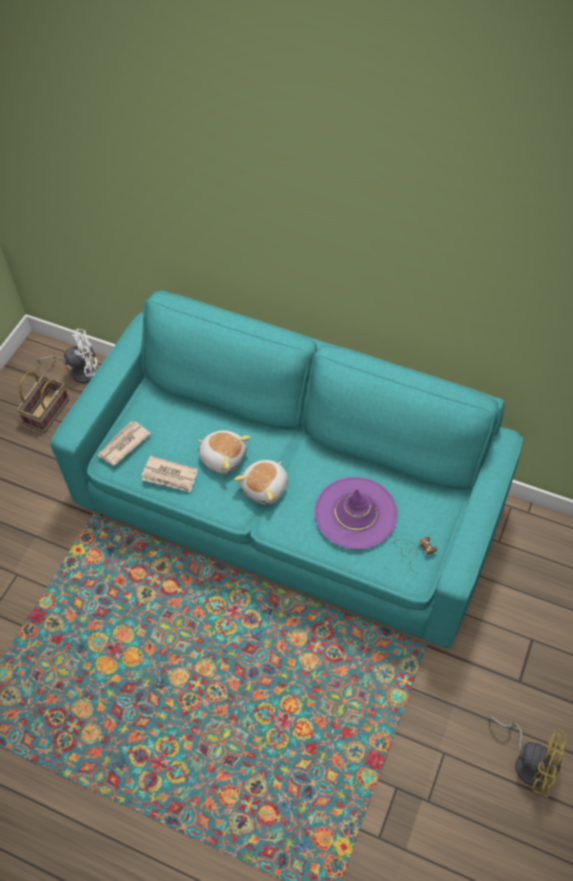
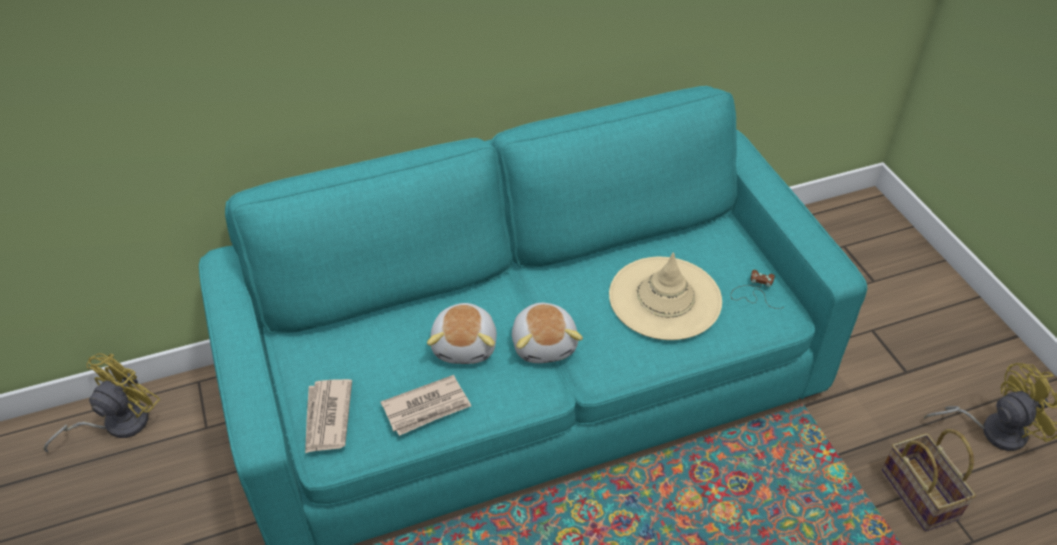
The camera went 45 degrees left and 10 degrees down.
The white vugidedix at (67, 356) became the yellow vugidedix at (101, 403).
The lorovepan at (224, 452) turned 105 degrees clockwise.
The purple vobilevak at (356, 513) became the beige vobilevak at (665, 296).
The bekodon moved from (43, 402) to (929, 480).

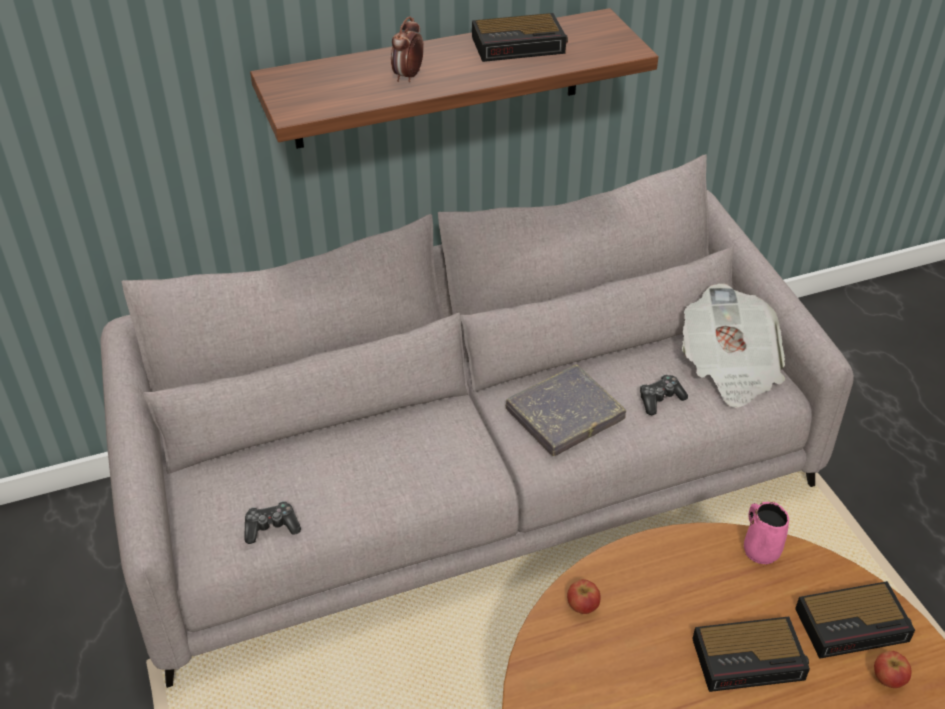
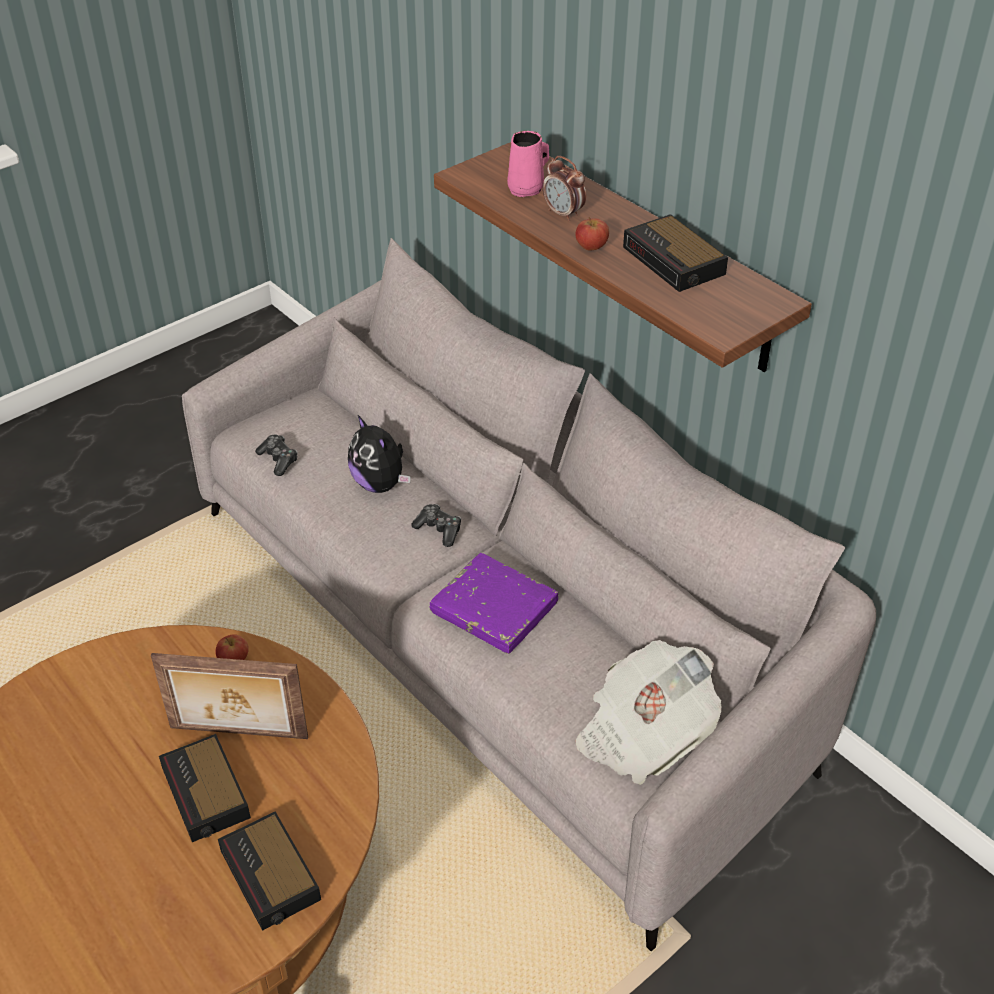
The camera went 70 degrees right and 0 degrees up.
The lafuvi at (229, 696) appeared.
The lorovepan at (379, 454) appeared.
The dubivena moved from (664, 395) to (436, 525).
The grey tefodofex at (566, 410) became the purple tefodofex at (494, 603).
The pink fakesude moved from (766, 533) to (528, 164).
The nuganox at (407, 49) turned 135 degrees counterclockwise.
The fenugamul moved from (892, 669) to (592, 234).

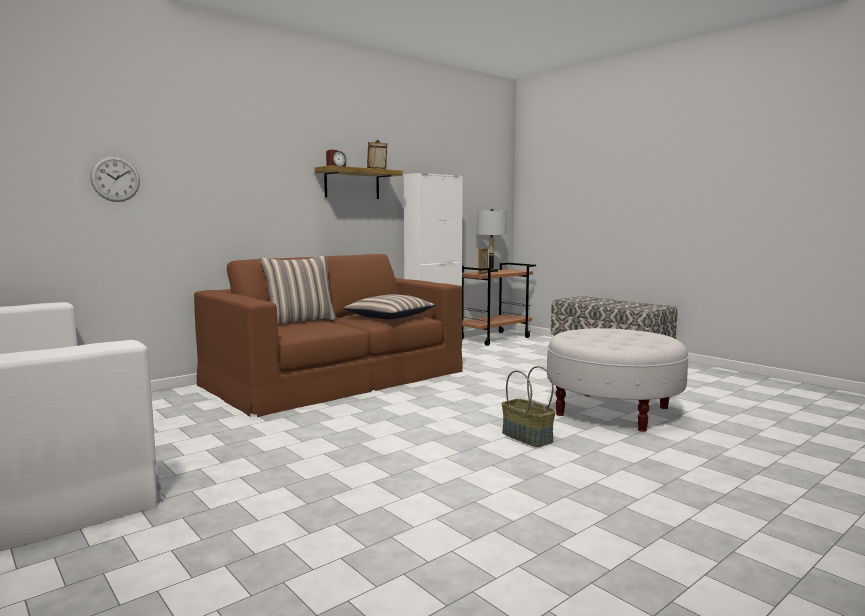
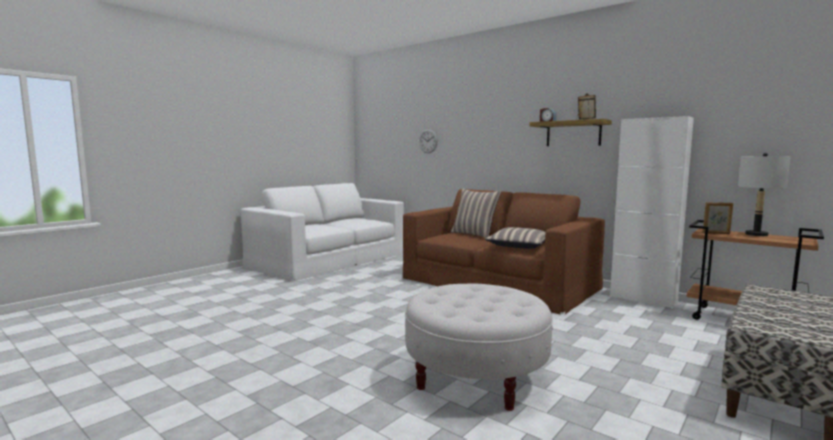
The camera went 80 degrees right and 0 degrees up.
The bekodon at (528, 406) disappeared.

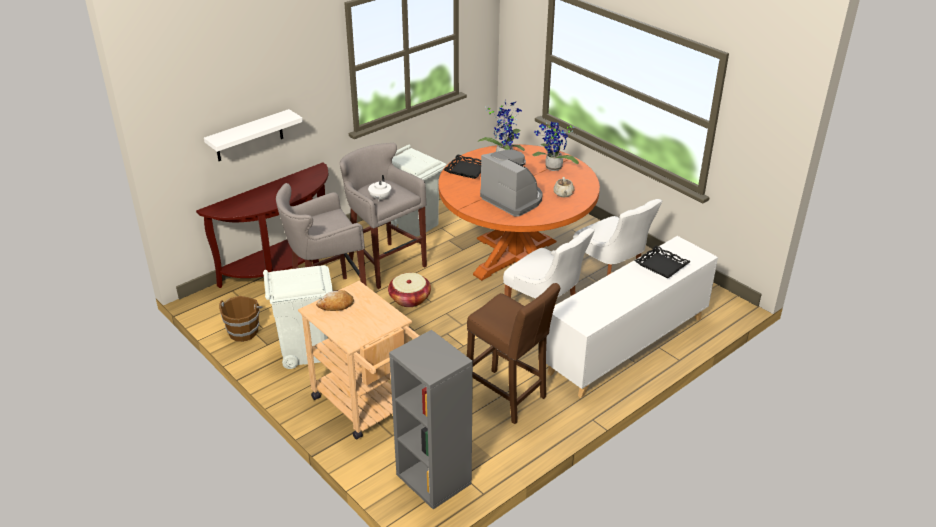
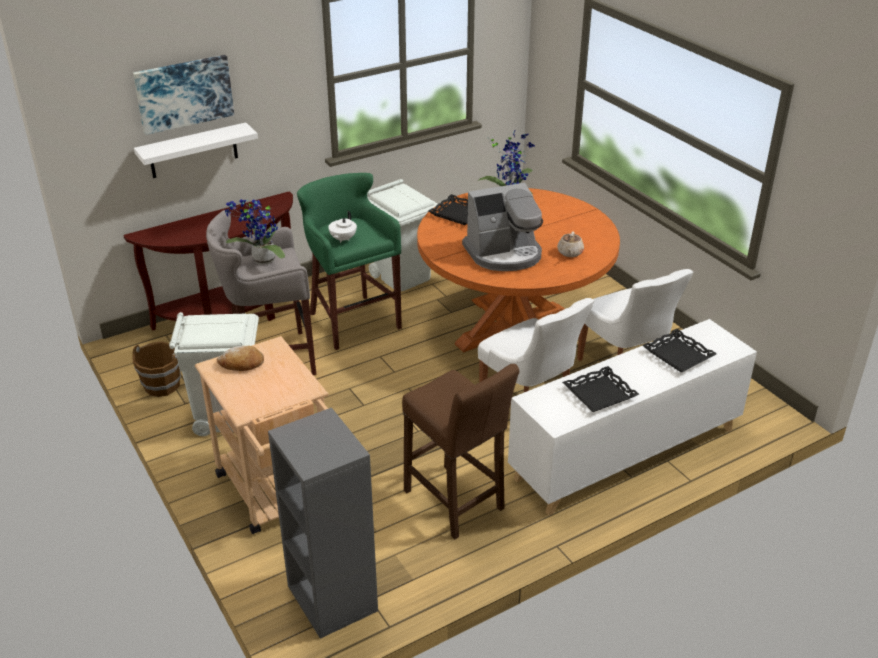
The camera went 10 degrees right and 0 degrees up.
The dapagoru at (183, 95) appeared.
The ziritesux moved from (555, 146) to (255, 231).
The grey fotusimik at (383, 216) became the green fotusimik at (349, 261).
The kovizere at (511, 183) turned 105 degrees clockwise.
The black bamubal at (600, 389) appeared.
The bekodon at (409, 290) disappeared.

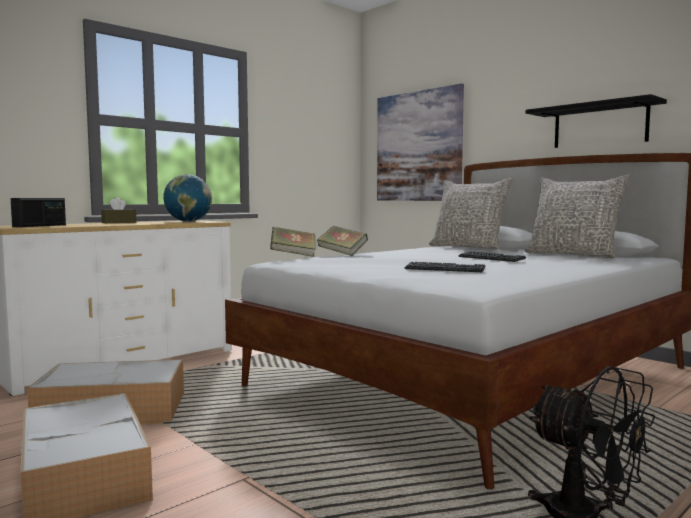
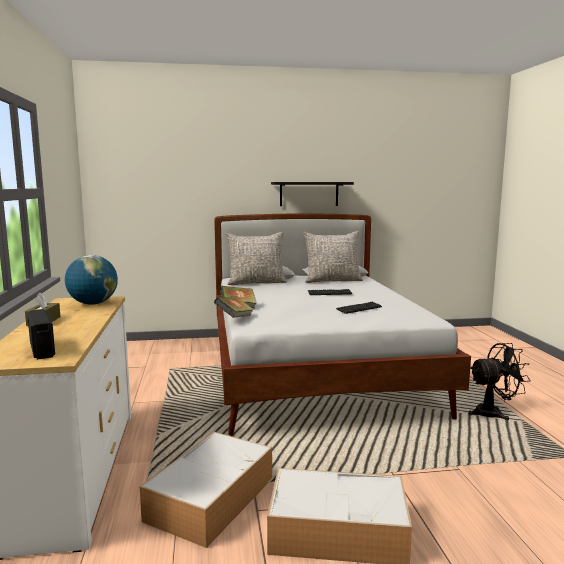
The camera went 55 degrees left and 5 degrees up.
The dapagoru at (420, 142) disappeared.

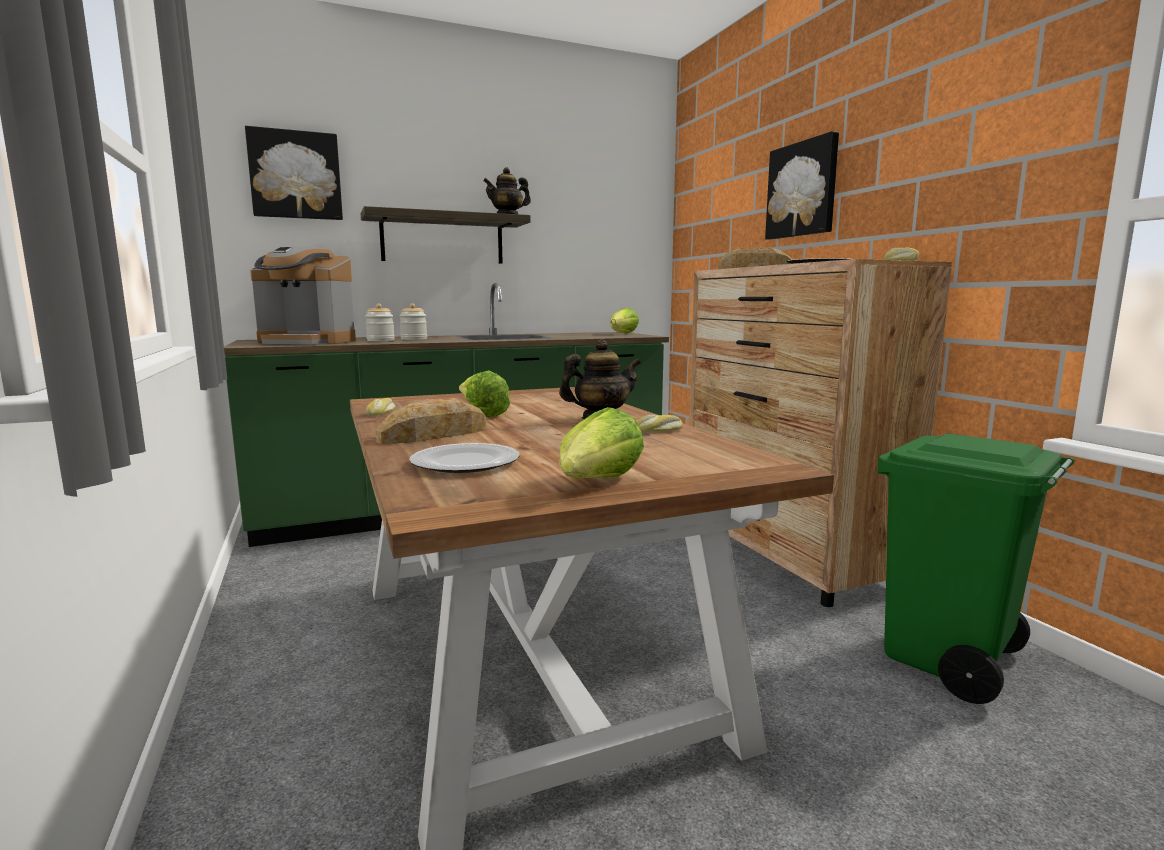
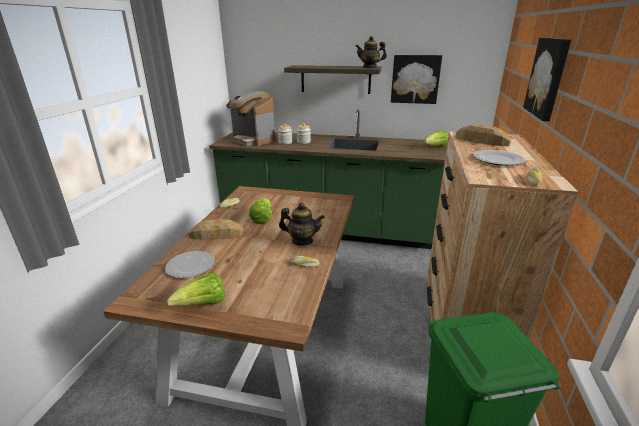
The camera went 35 degrees right and 15 degrees up.
The dapagoru moved from (294, 173) to (416, 79).

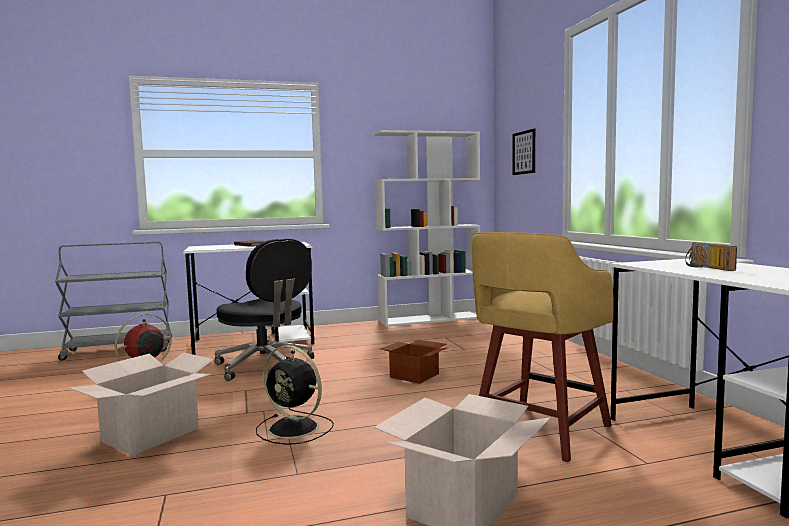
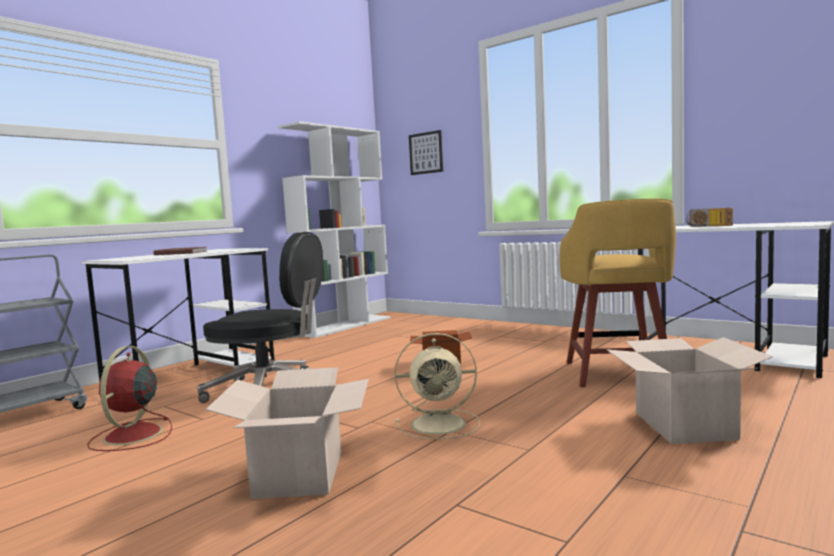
The camera went 35 degrees left and 0 degrees up.
The black vugidedix at (295, 395) became the beige vugidedix at (437, 386).

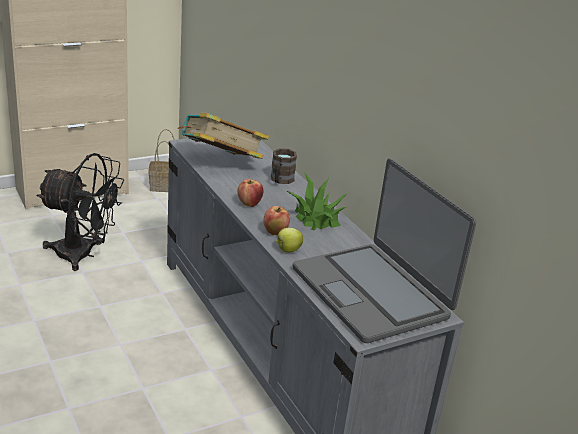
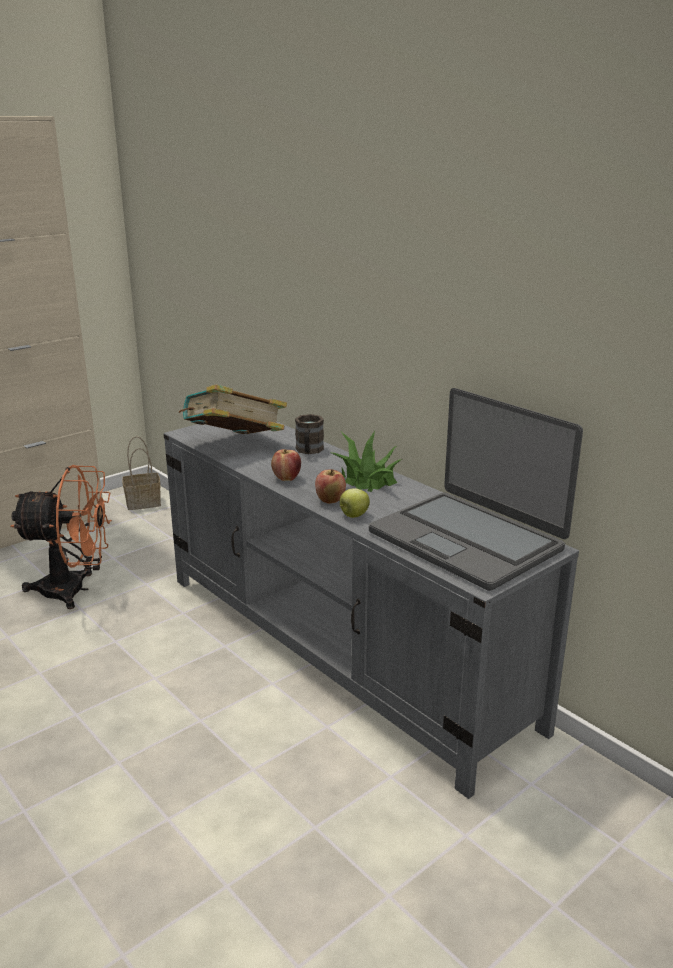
The camera went 10 degrees left and 5 degrees down.
The black vugidedix at (80, 212) became the orange vugidedix at (61, 537).

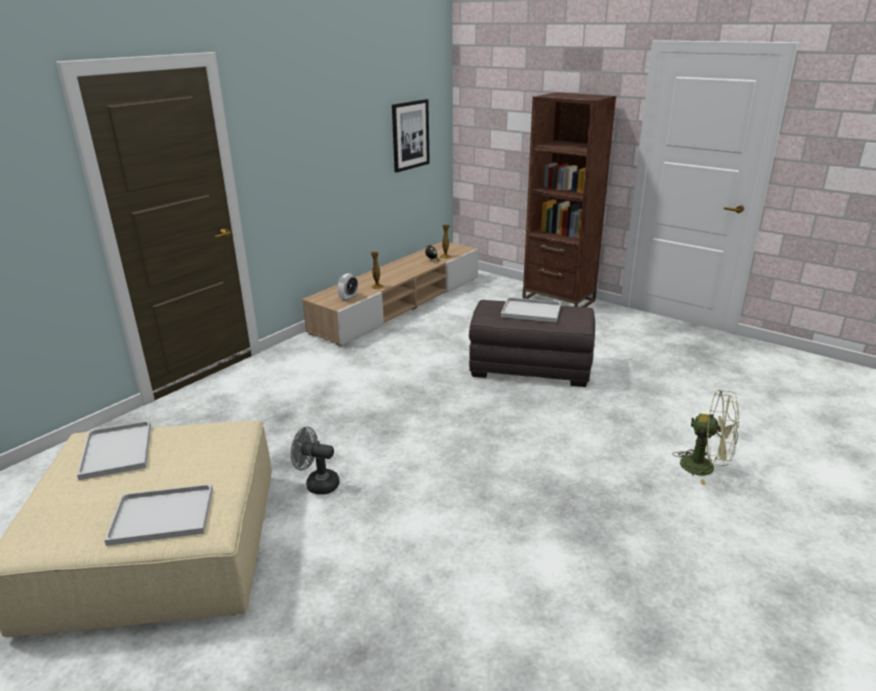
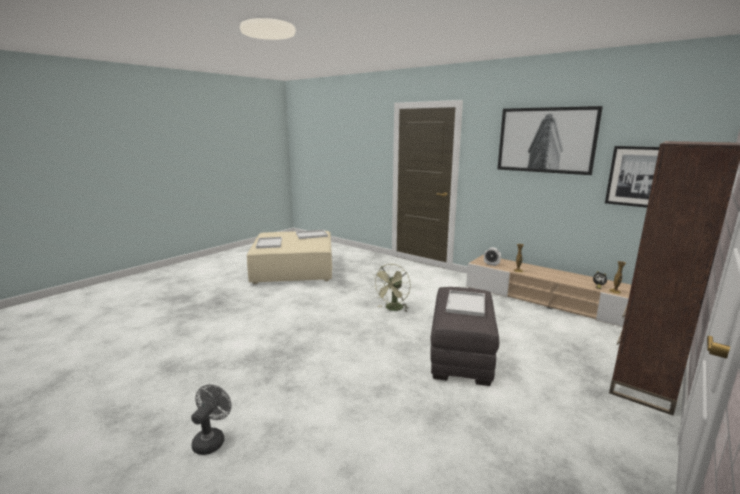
The camera went 90 degrees right and 10 degrees down.
The grey vugidedix moved from (315, 461) to (211, 419).
The green vugidedix moved from (706, 437) to (391, 287).
The dapagoru at (550, 140) appeared.

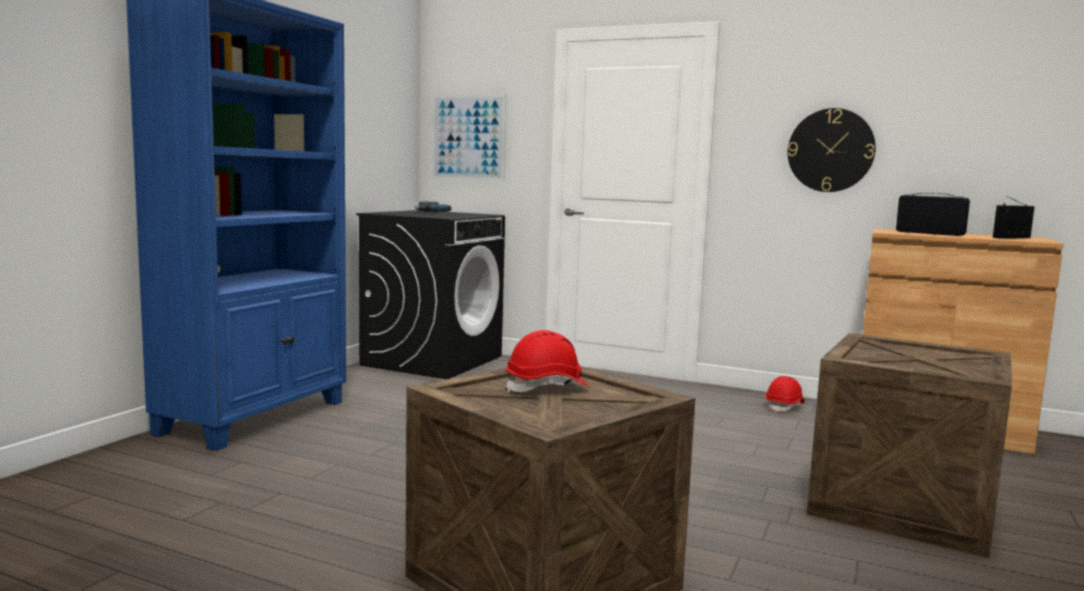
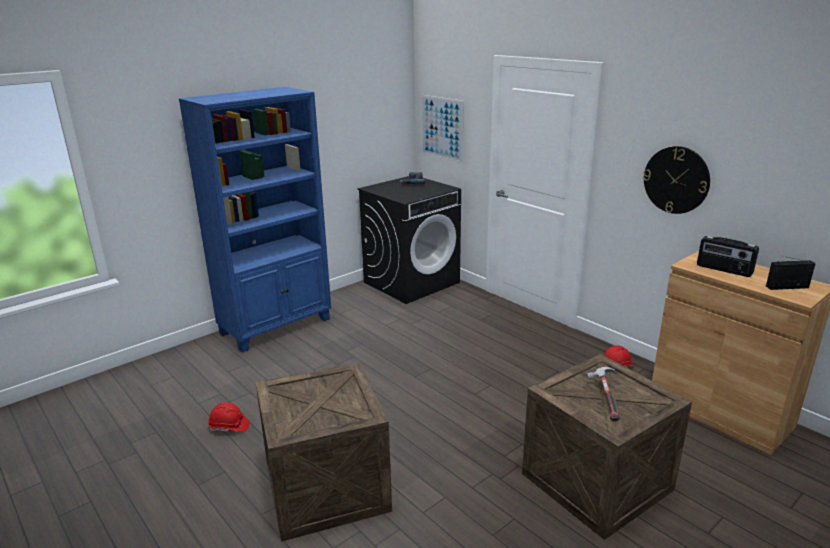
The camera went 25 degrees right and 15 degrees up.
The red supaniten moved from (548, 361) to (229, 417).
The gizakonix at (604, 394) appeared.
The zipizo at (933, 214) turned 150 degrees clockwise.

